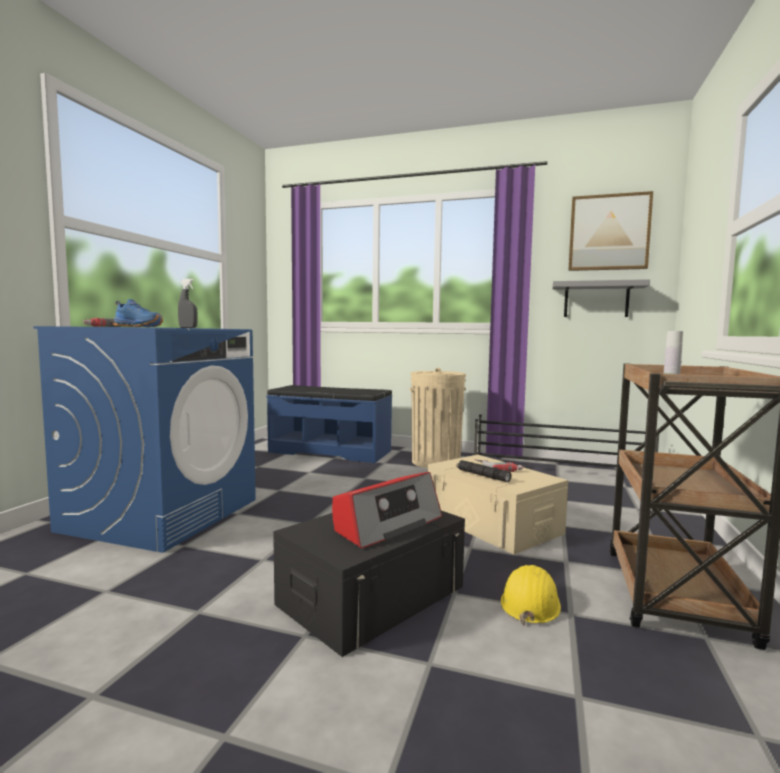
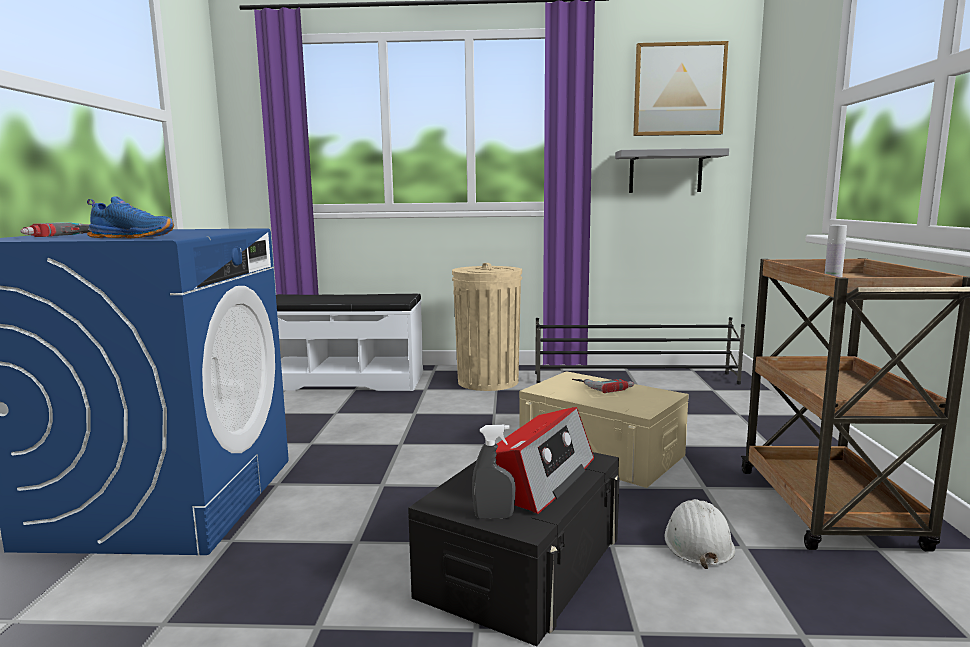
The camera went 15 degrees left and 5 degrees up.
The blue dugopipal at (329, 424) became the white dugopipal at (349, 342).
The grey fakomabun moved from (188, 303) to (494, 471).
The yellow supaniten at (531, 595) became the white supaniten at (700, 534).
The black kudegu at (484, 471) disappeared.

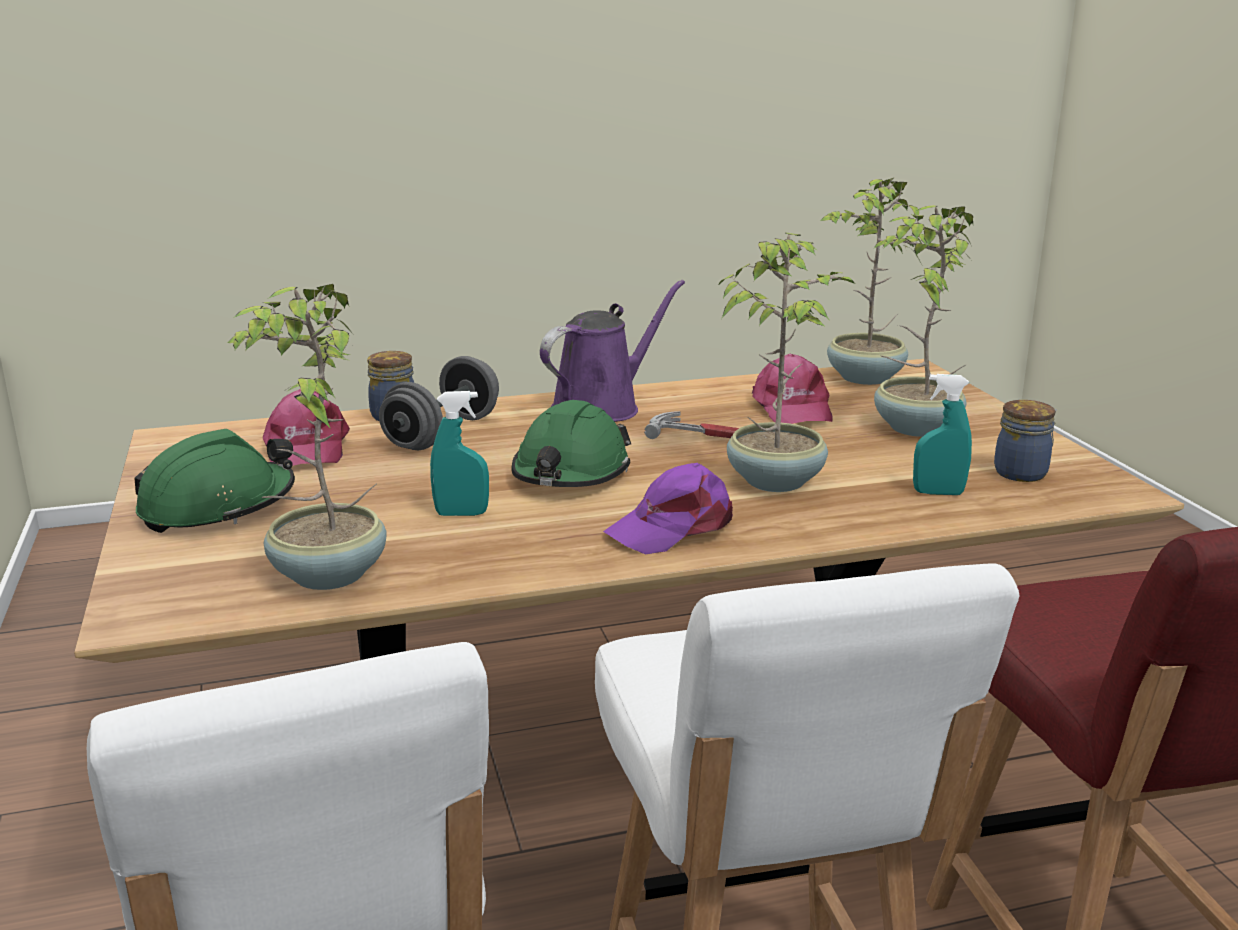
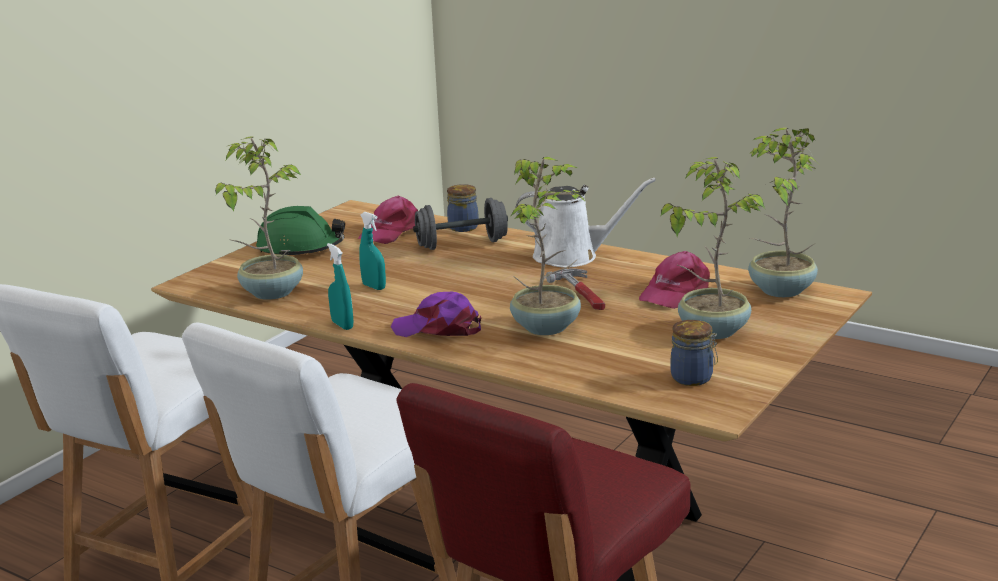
The camera went 50 degrees right and 0 degrees up.
The turquoise fakomabun moved from (942, 434) to (340, 286).
The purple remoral at (612, 351) became the white remoral at (585, 223).
The green supaniten at (571, 443) disappeared.

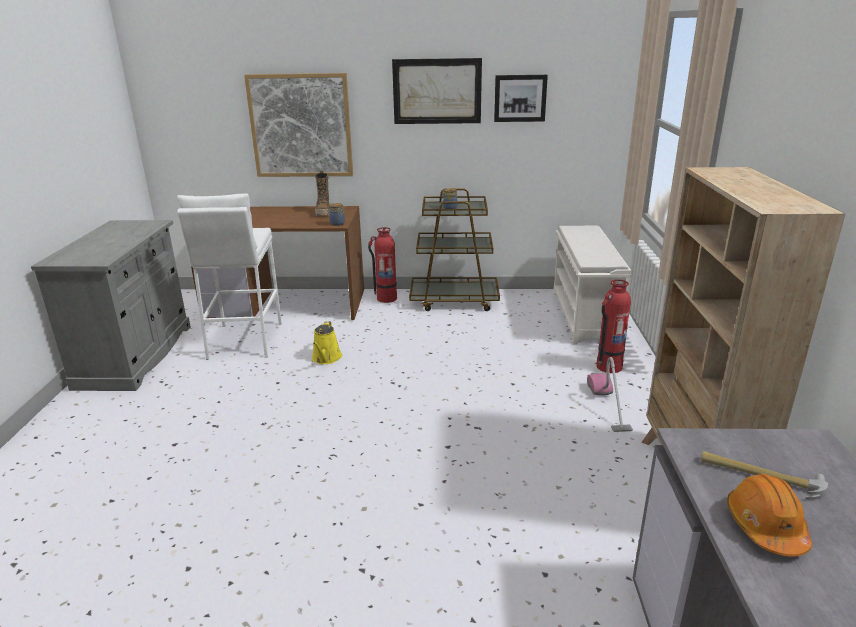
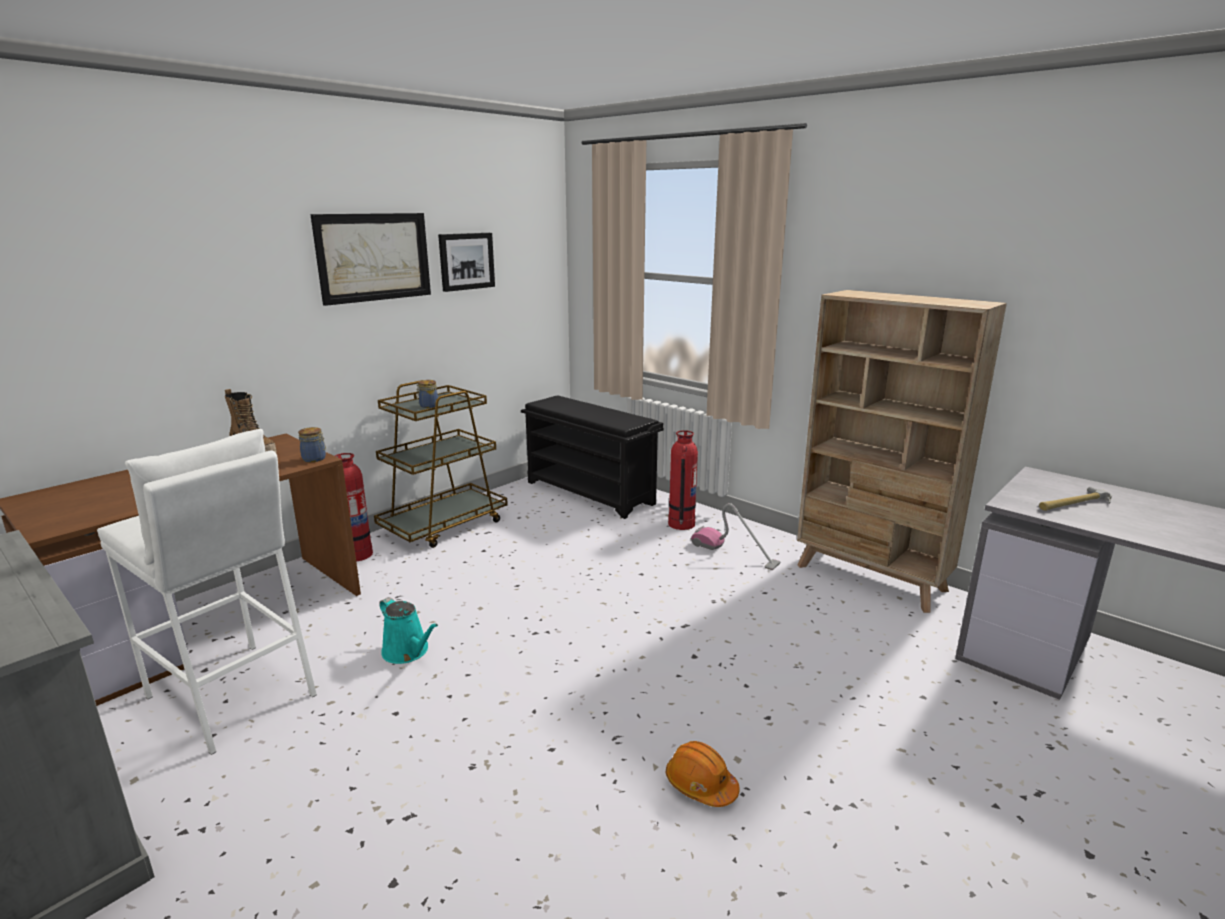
The camera went 50 degrees left and 5 degrees down.
The yellow remoral at (327, 342) became the turquoise remoral at (408, 630).
The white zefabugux at (592, 285) became the black zefabugux at (592, 457).
The orange supaniten moved from (769, 515) to (703, 774).
The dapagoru at (298, 125) disappeared.

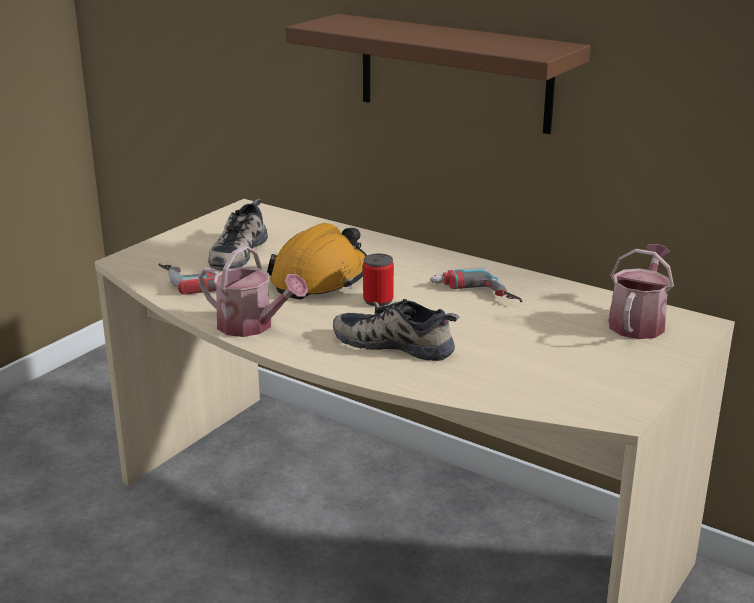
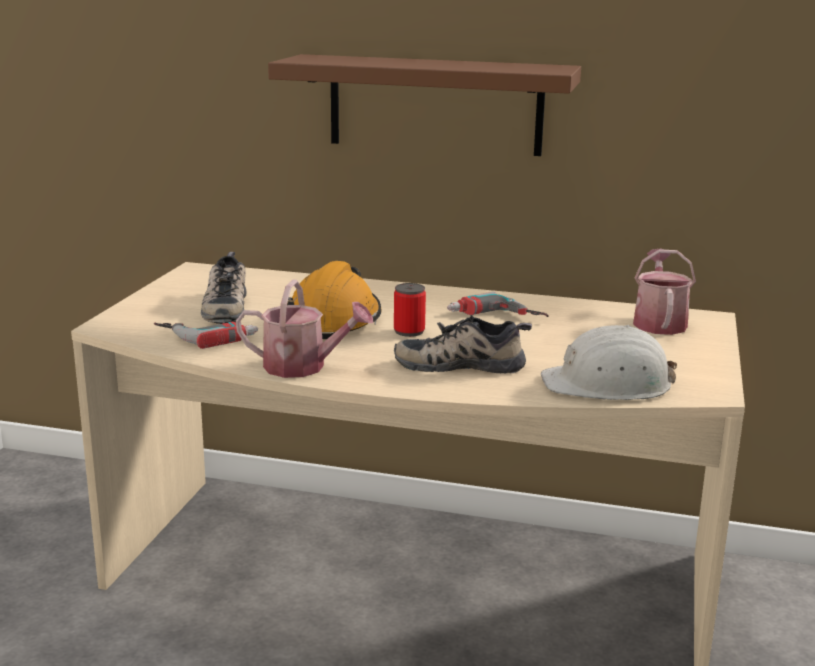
The camera went 20 degrees left and 5 degrees down.
The white supaniten at (609, 362) appeared.

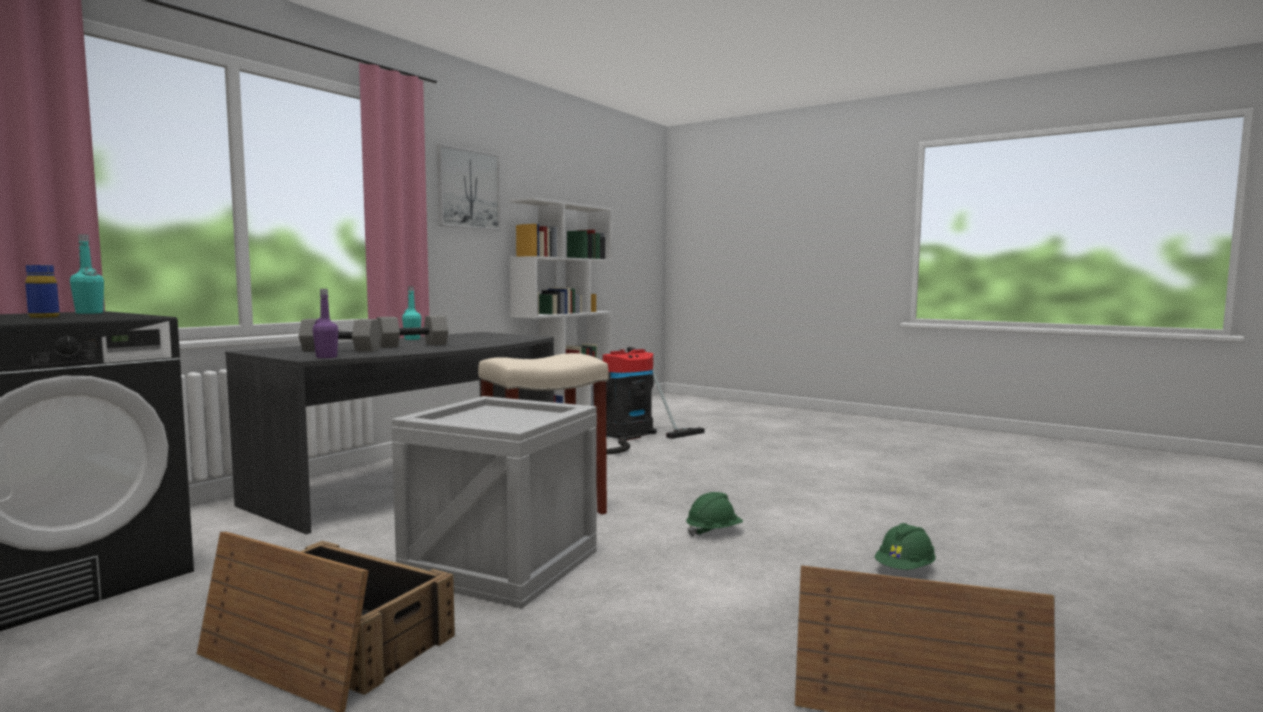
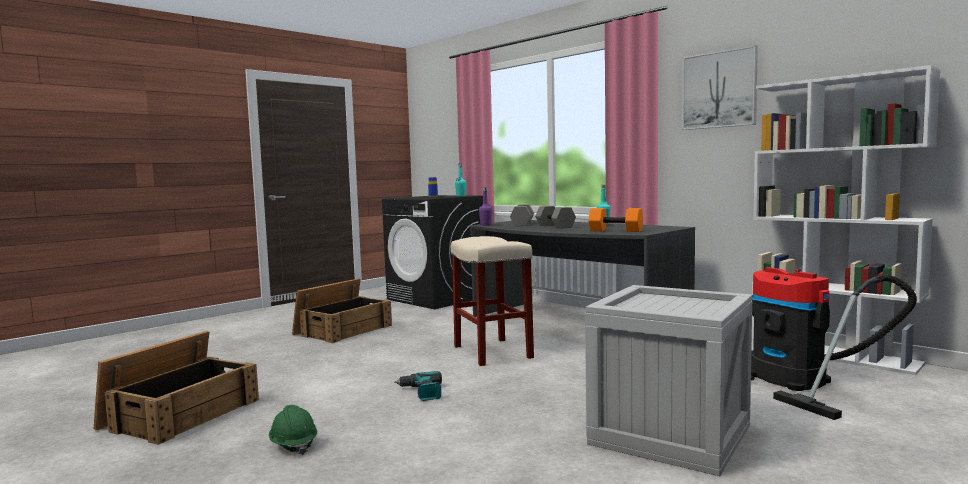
The camera went 100 degrees right and 0 degrees up.
The green supaniten at (714, 514) was replaced by the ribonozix at (418, 386).
The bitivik moved from (494, 502) to (669, 380).
The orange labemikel at (615, 220) appeared.

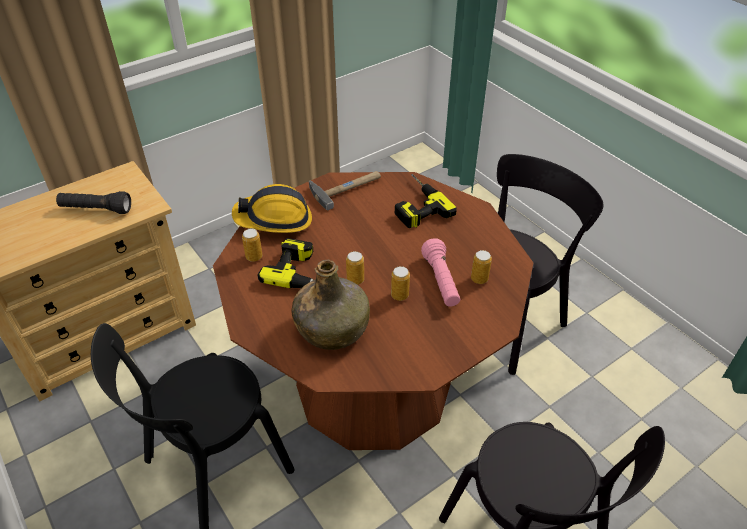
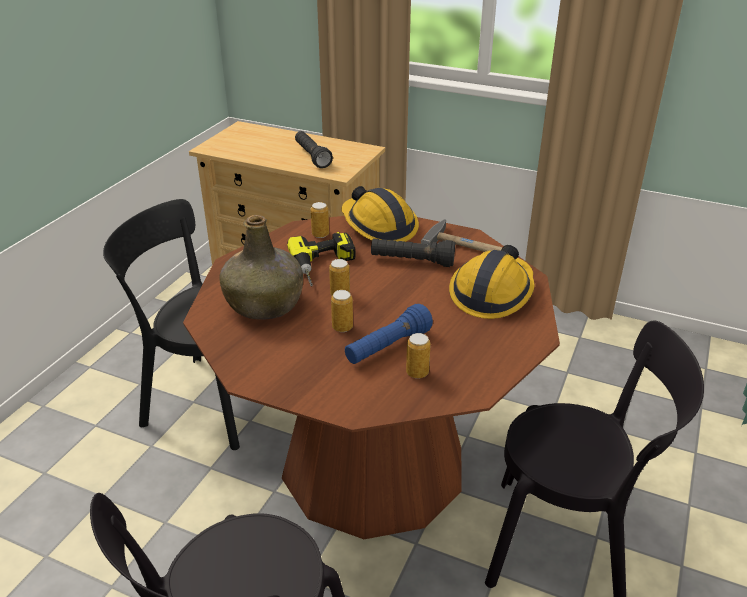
The camera went 60 degrees right and 10 degrees down.
The pink kudegu at (440, 272) became the blue kudegu at (389, 334).
The black kudegu at (413, 253) appeared.
The ribonozix at (426, 201) was replaced by the supaniten at (492, 282).

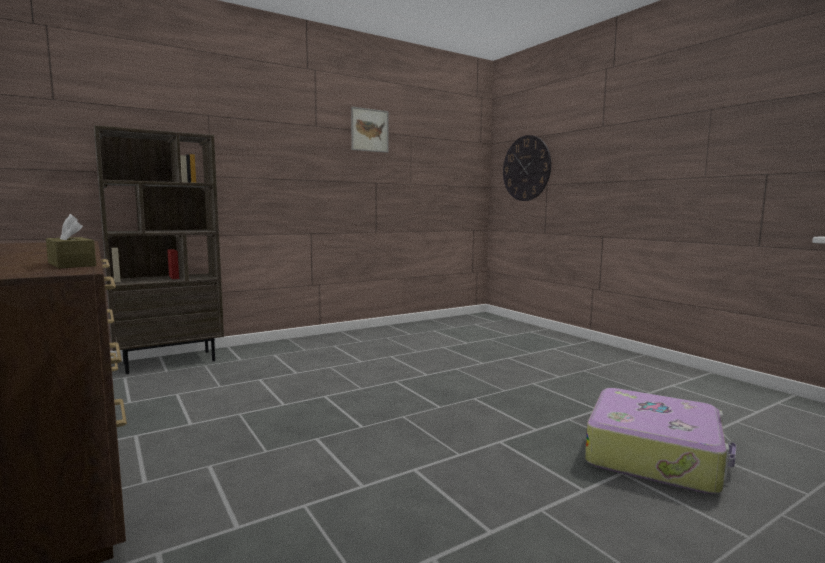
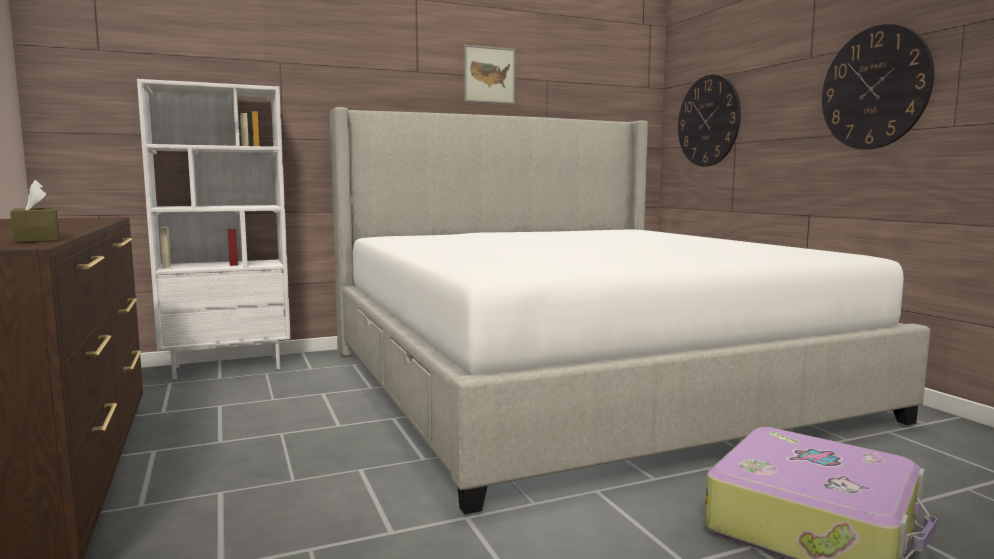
The camera went 10 degrees right and 0 degrees up.
The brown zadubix at (159, 249) became the white zadubix at (214, 229).
The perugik at (630, 310) appeared.
The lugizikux at (878, 86) appeared.

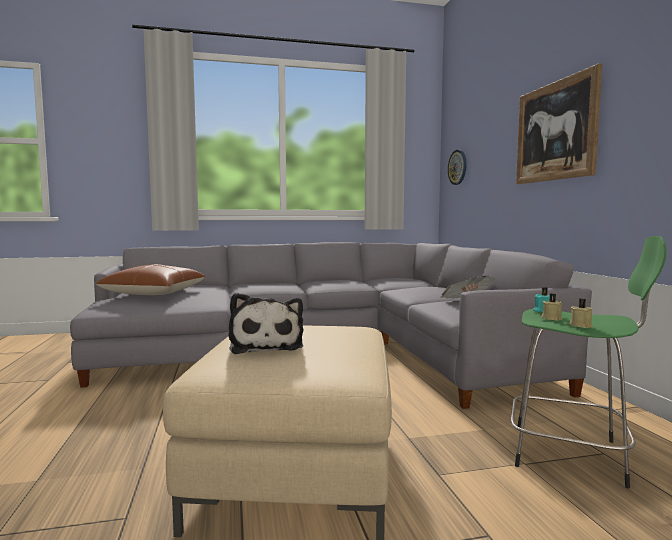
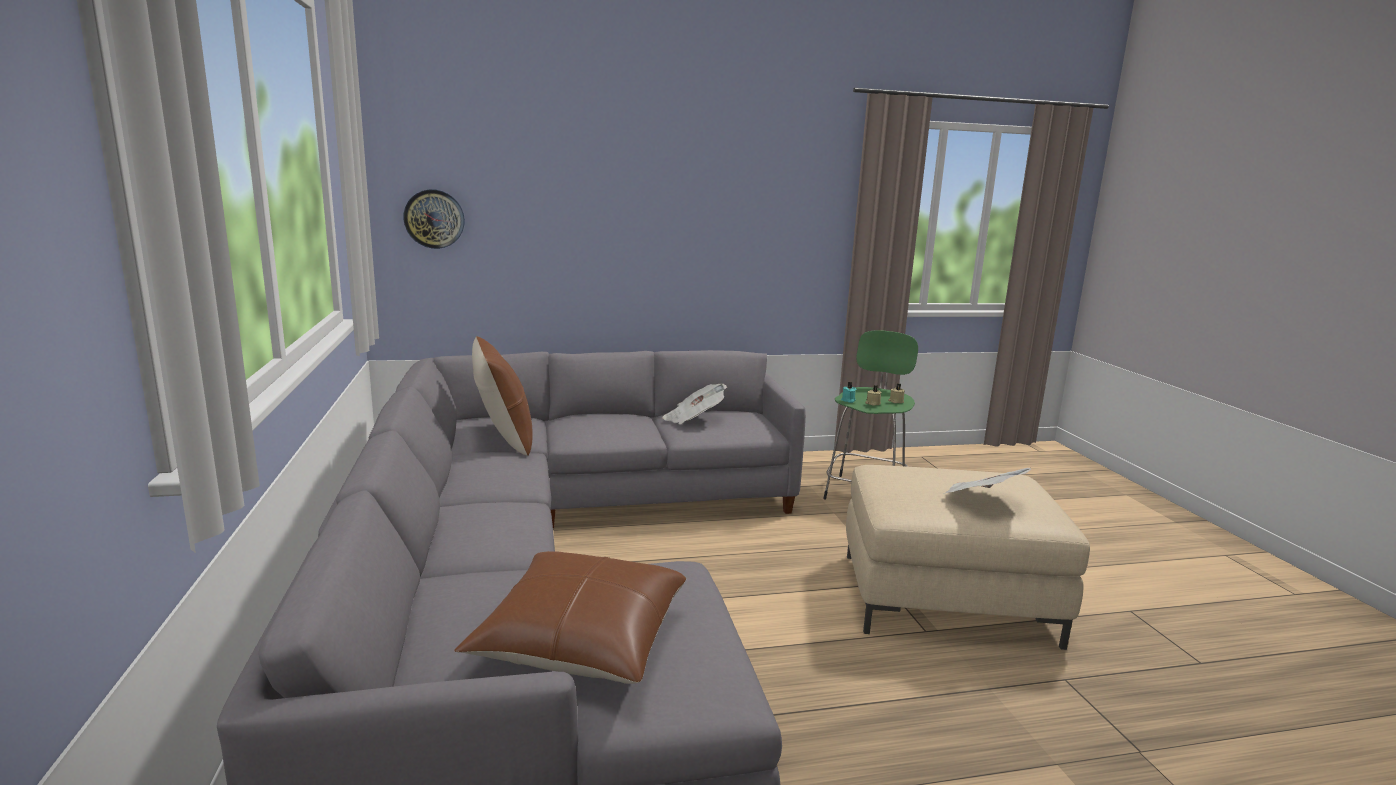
The camera went 90 degrees left and 10 degrees up.
The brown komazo at (502, 396) appeared.
The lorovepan at (265, 323) was replaced by the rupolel at (987, 480).
The dapagoru at (559, 123) disappeared.

